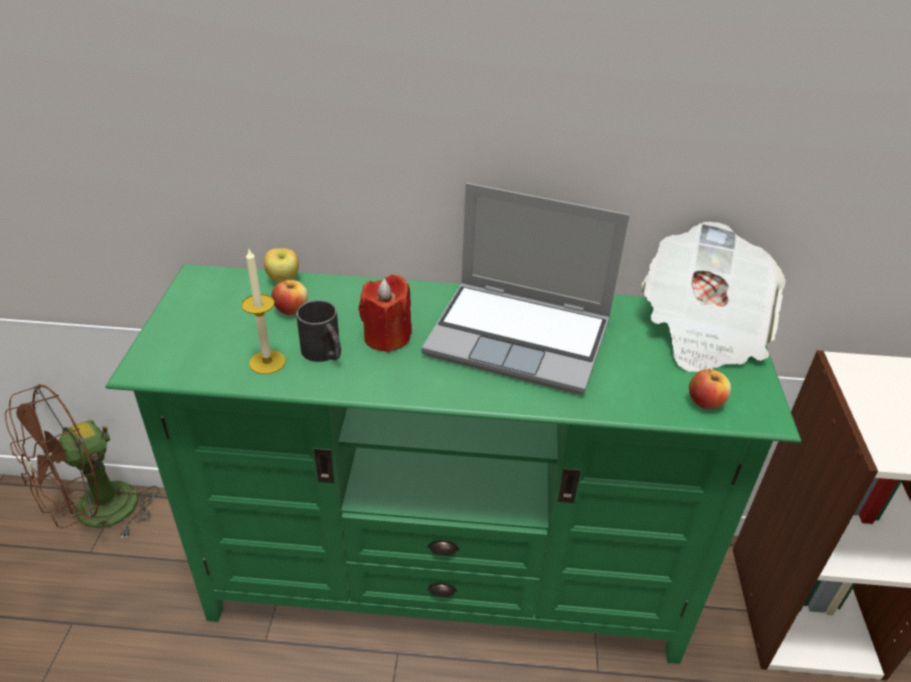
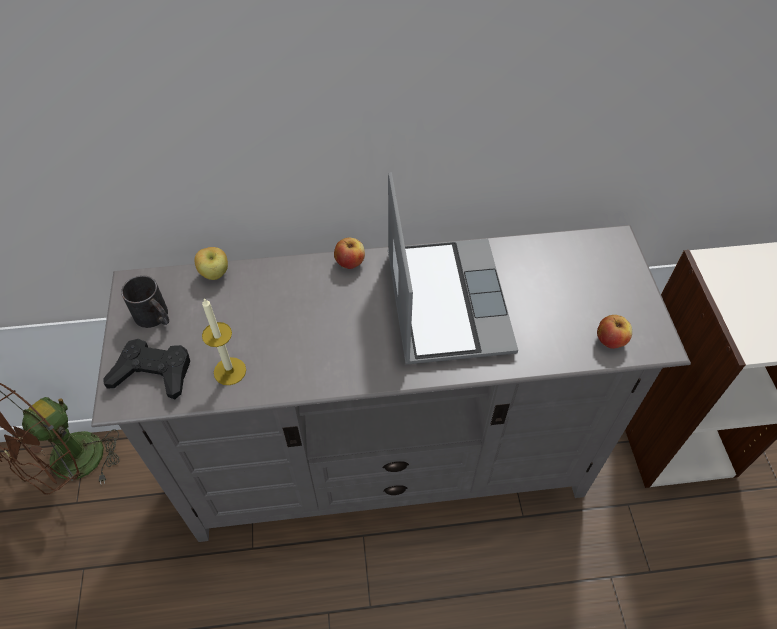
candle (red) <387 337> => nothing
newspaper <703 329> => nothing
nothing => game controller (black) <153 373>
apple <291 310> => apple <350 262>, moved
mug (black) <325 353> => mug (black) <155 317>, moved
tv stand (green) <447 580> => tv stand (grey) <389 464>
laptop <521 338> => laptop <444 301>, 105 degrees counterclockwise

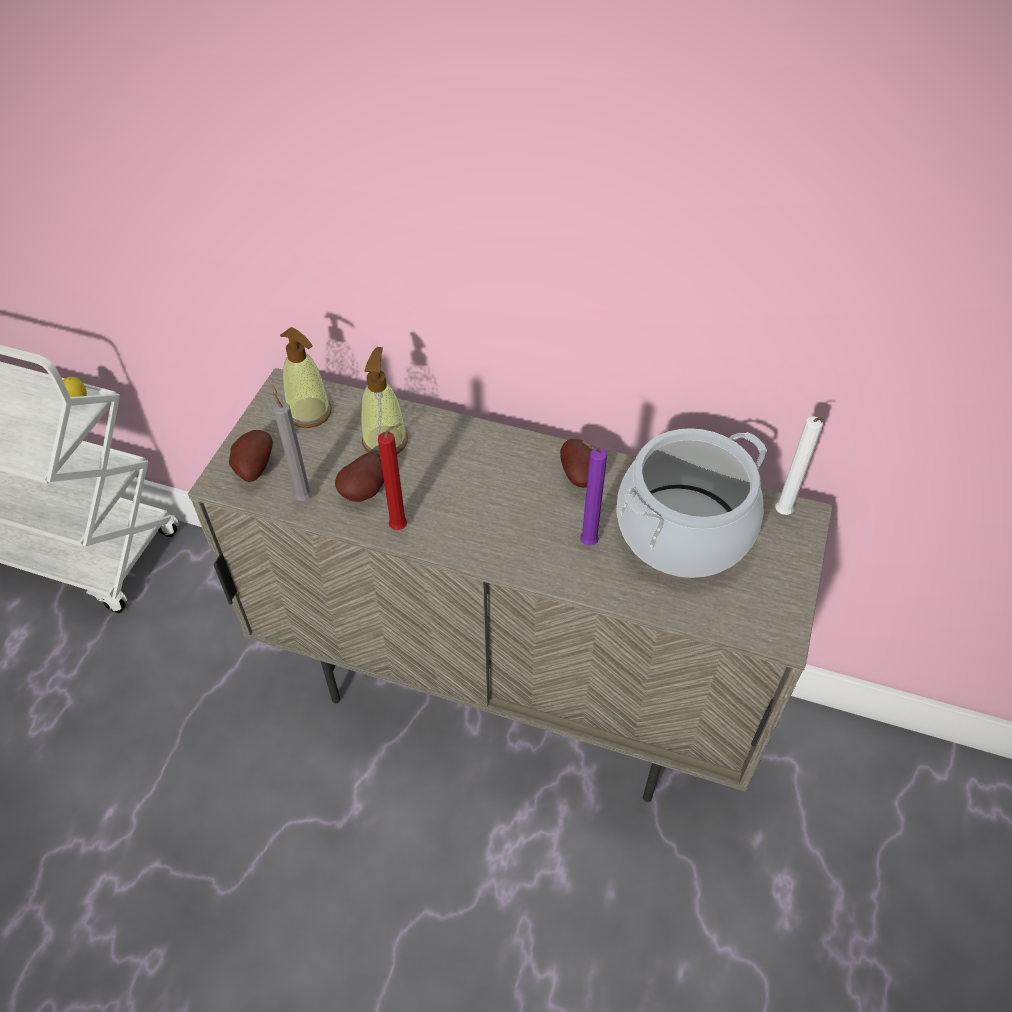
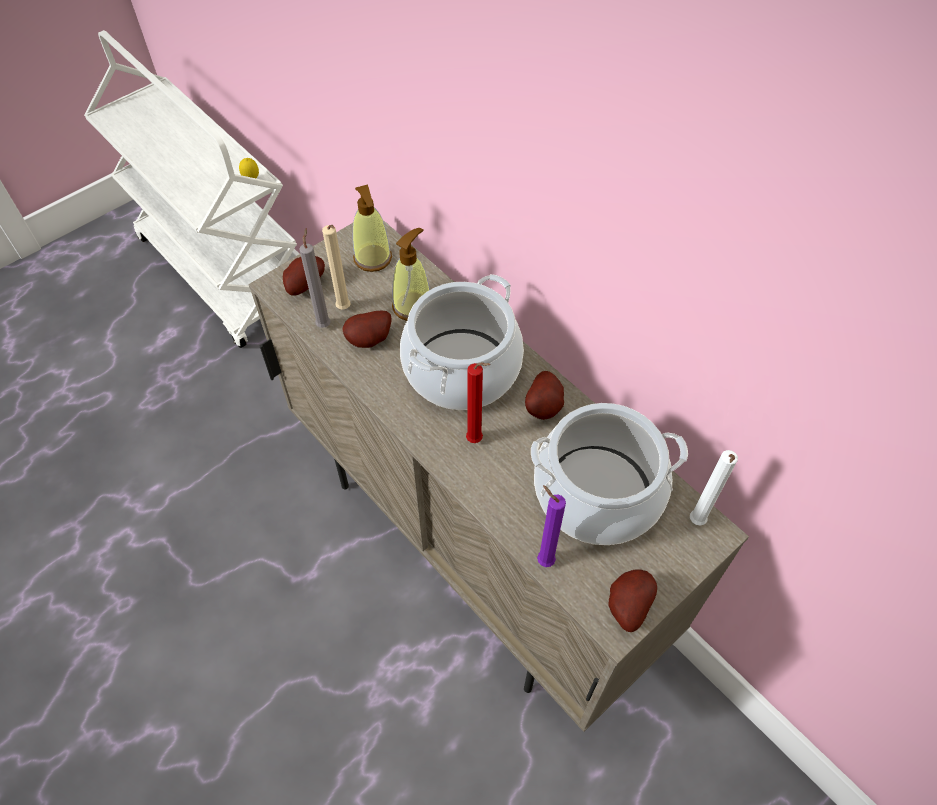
nothing => candle (beige) <344 309>
nothing => cooking pot <461 369>
nothing => potato <626 605>
candle (red) <401 527> => candle (red) <477 440>, moved
candle (purple) <585 542> => candle (purple) <543 559>, moved

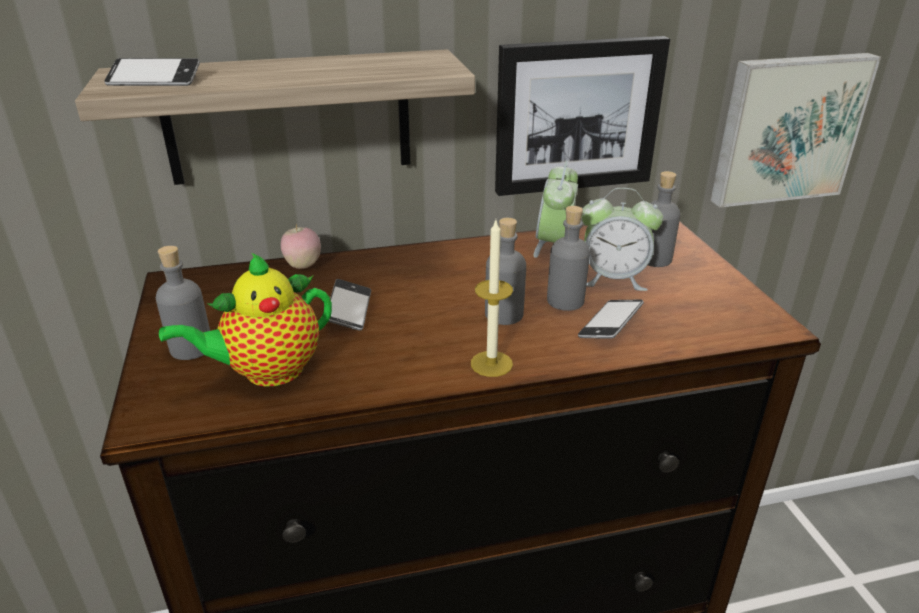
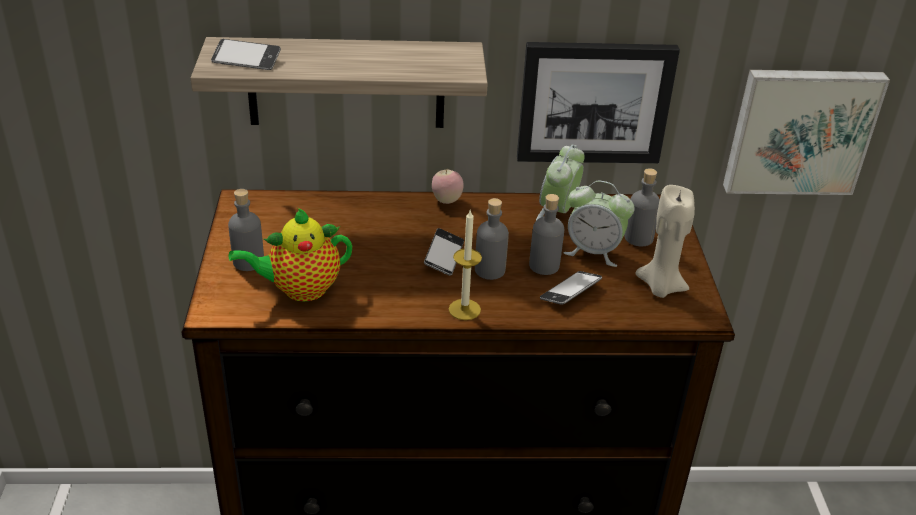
nothing => candle (beige) <660 287>
apple <303 266> => apple <446 201>, moved
phone <349 310> => phone <444 256>, moved

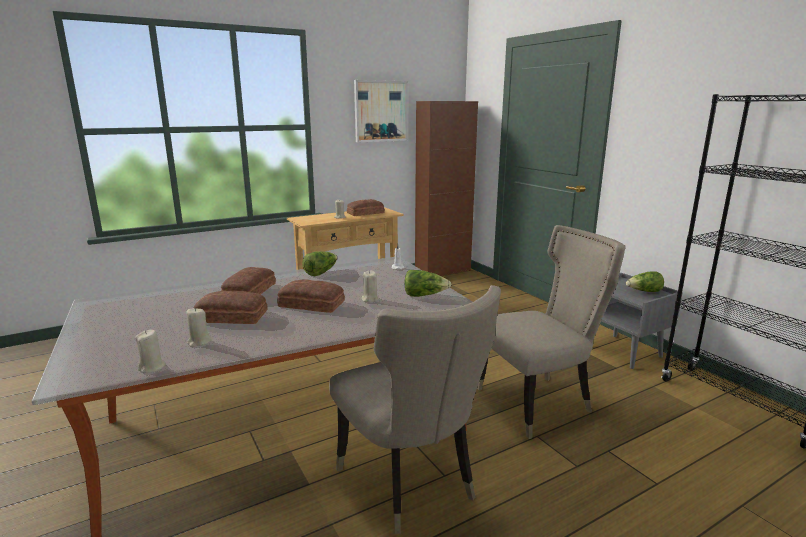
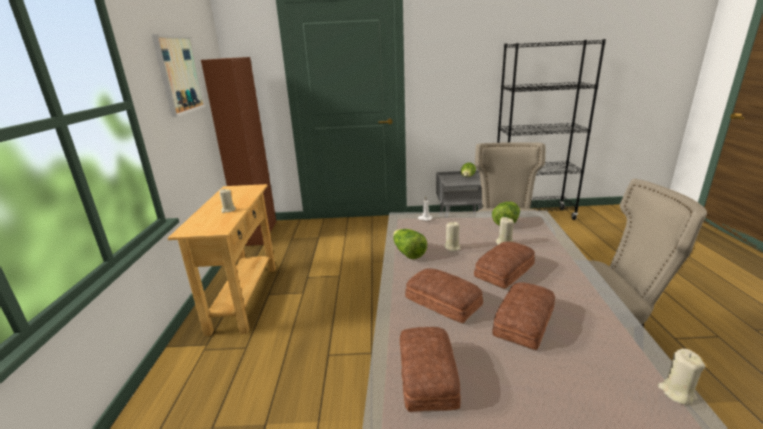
candle (beige) <199 342> => candle (beige) <452 247>, moved
bread <365 213> => bread <425 376>, moved

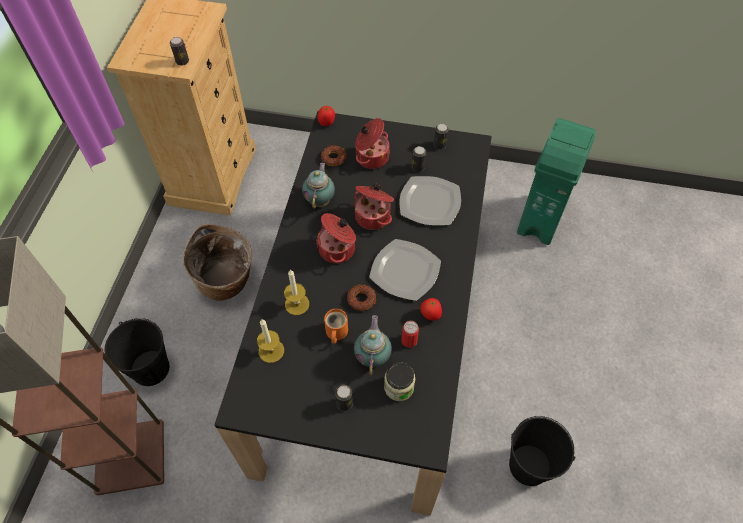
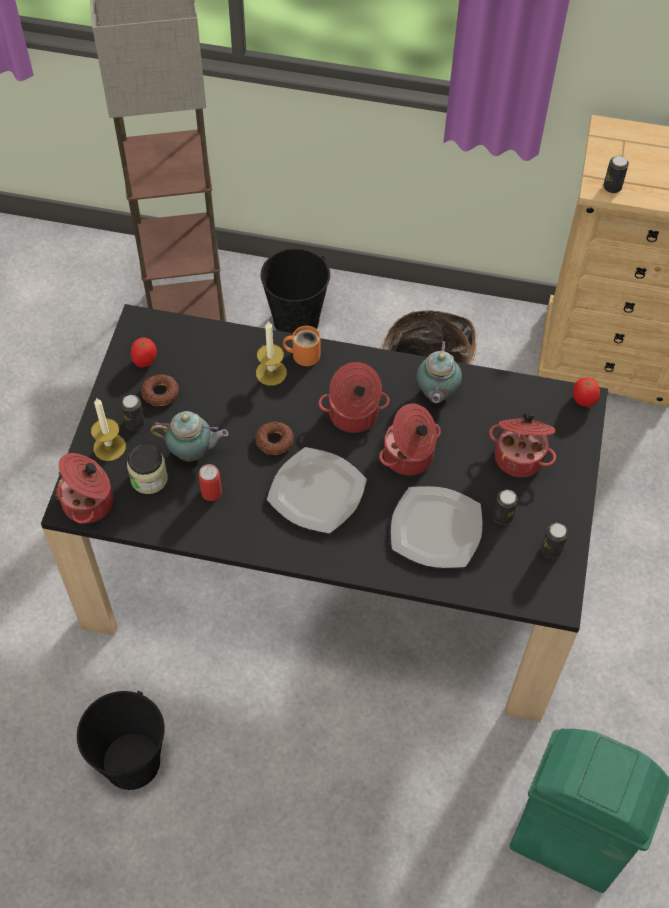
nothing => cooking pot <90 502>
candle <271 351> => candle <109 447>, moved
donut <334 158> => donut <160 393>, moved
mug (orange) <335 332> => mug (orange) <303 354>, moved
tomato <430 315> => tomato <145 361>, moved
teapot <320 200> => teapot <436 394>, 90 degrees clockwise

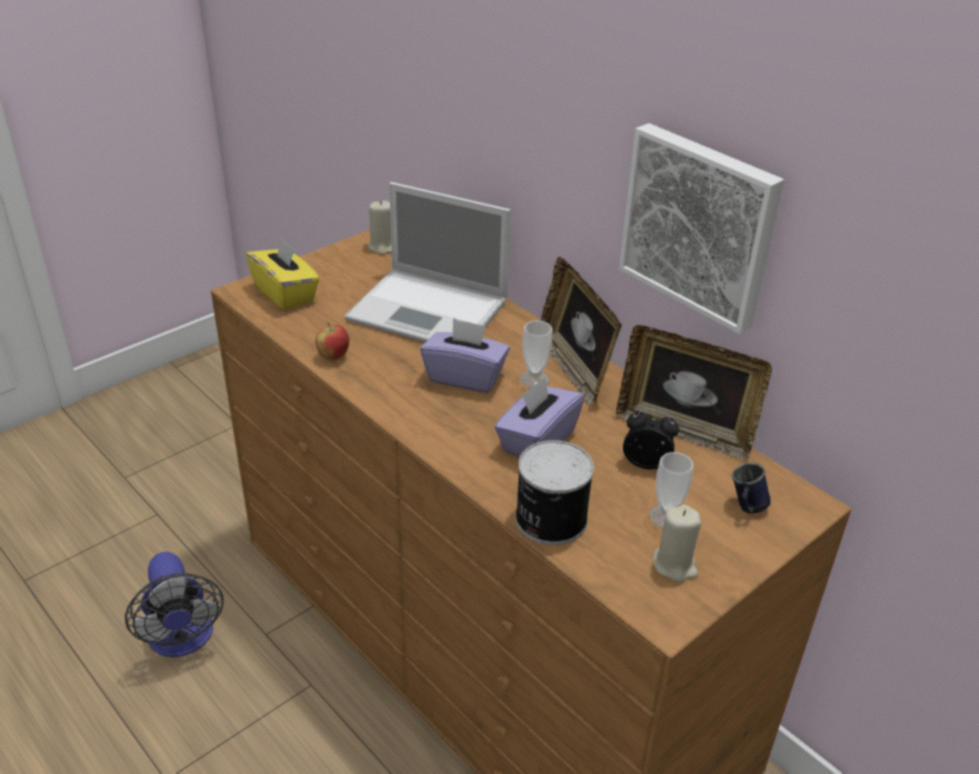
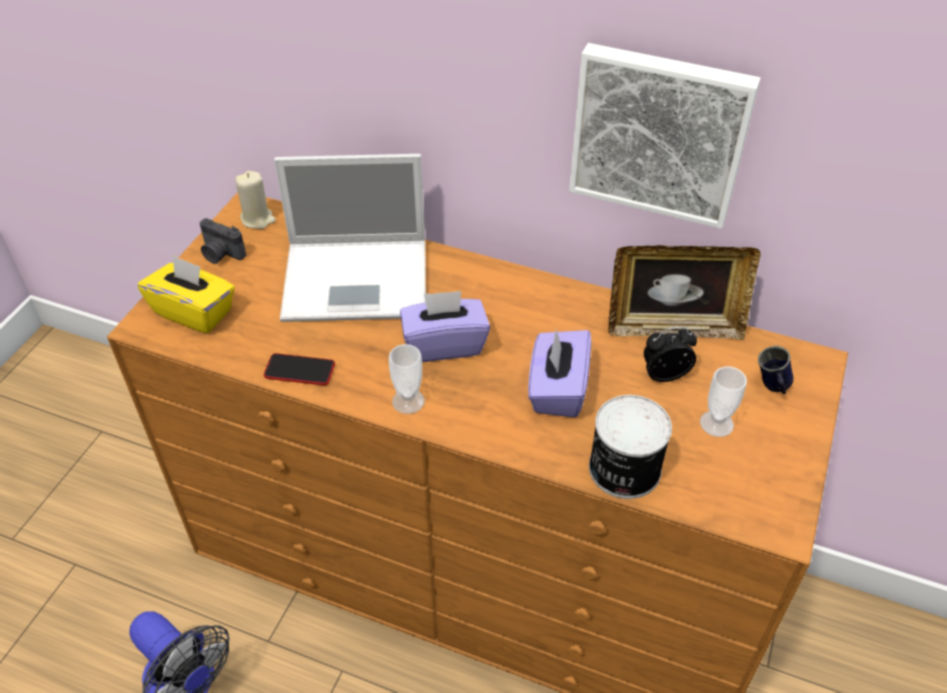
picture frame <574 369> => nothing
candle (beige) <674 565> => nothing
nothing => photo camera <221 254>
cup <534 379> => cup <408 401>, moved
apple <333 357> => phone <299 370>

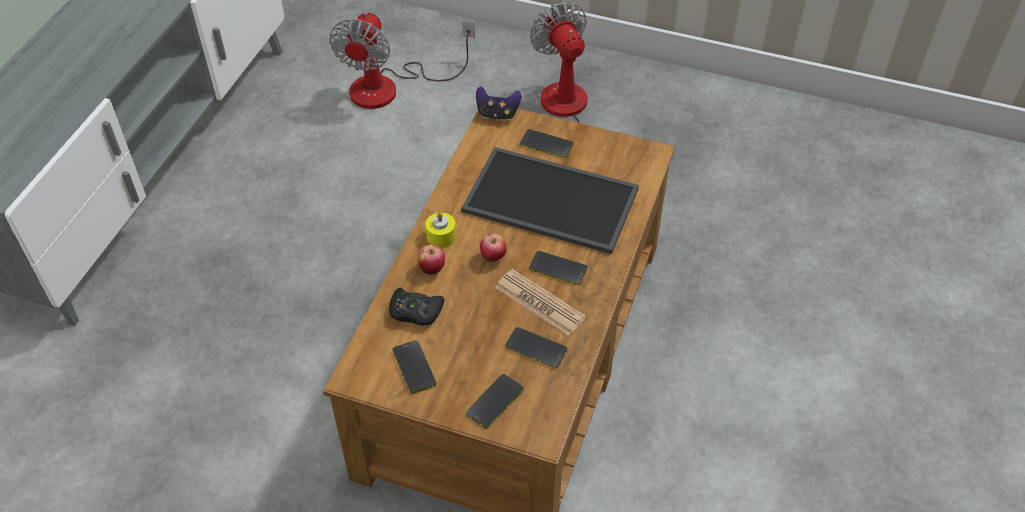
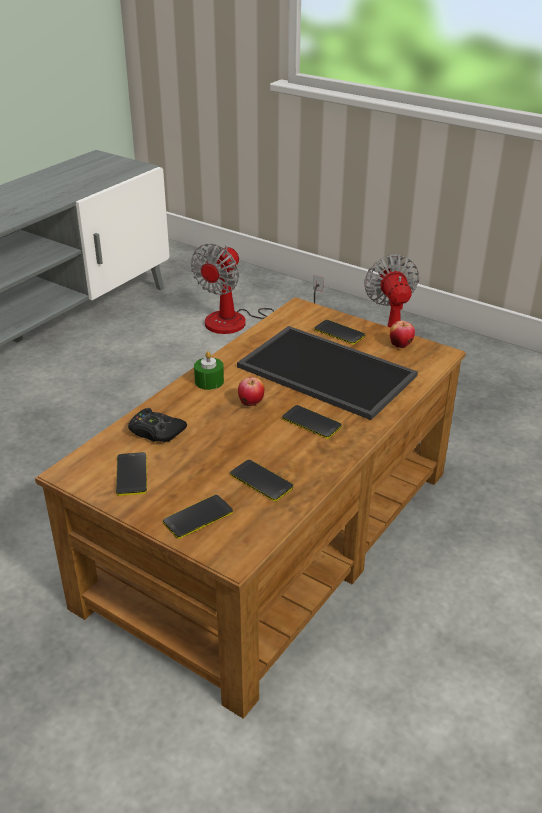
game controller <497 114> => nothing
newspaper <539 303> => nothing
apple <432 269> => apple <400 345>, moved
candle (yellow) <441 236> => candle (green) <209 381>

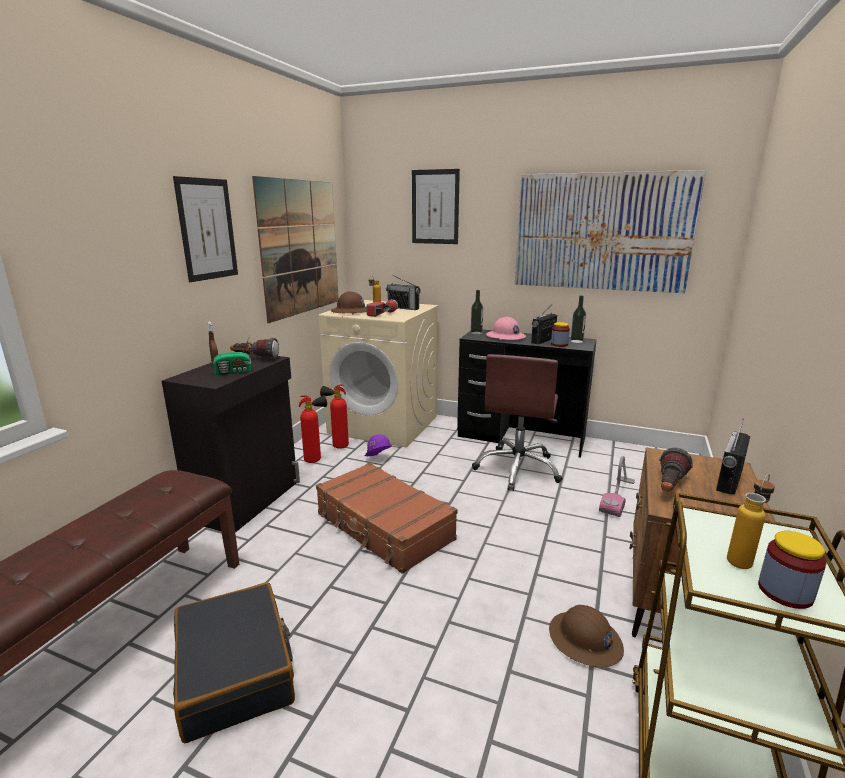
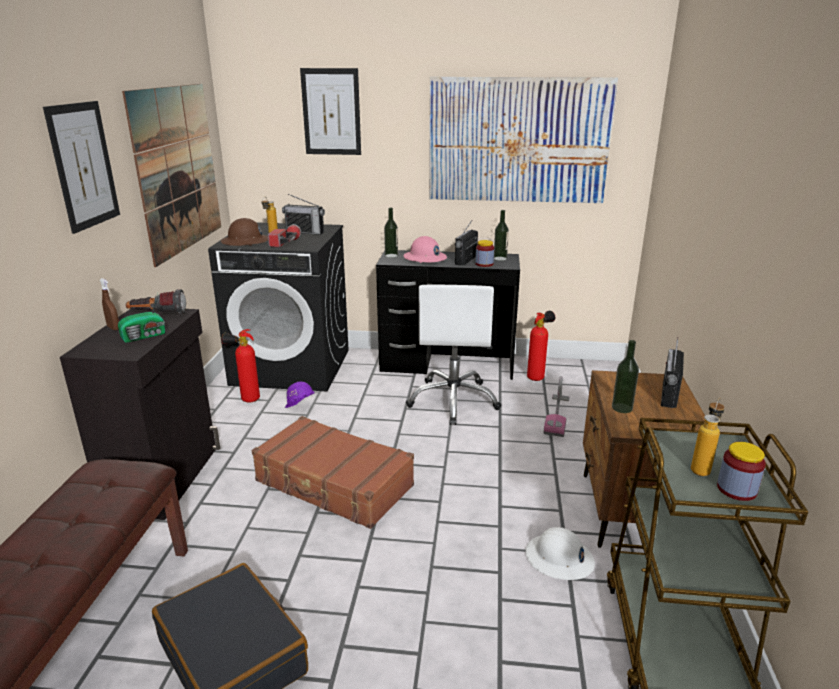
fire extinguisher <316 460> => fire extinguisher <537 377>, moved
flashlight <669 487> => bottle <622 408>
washing machine (beige) <384 424> => washing machine (black) <292 367>
office chair (brown) <518 469> => office chair (white) <454 400>
hard hat (brown) <585 640> => hard hat (white) <559 559>

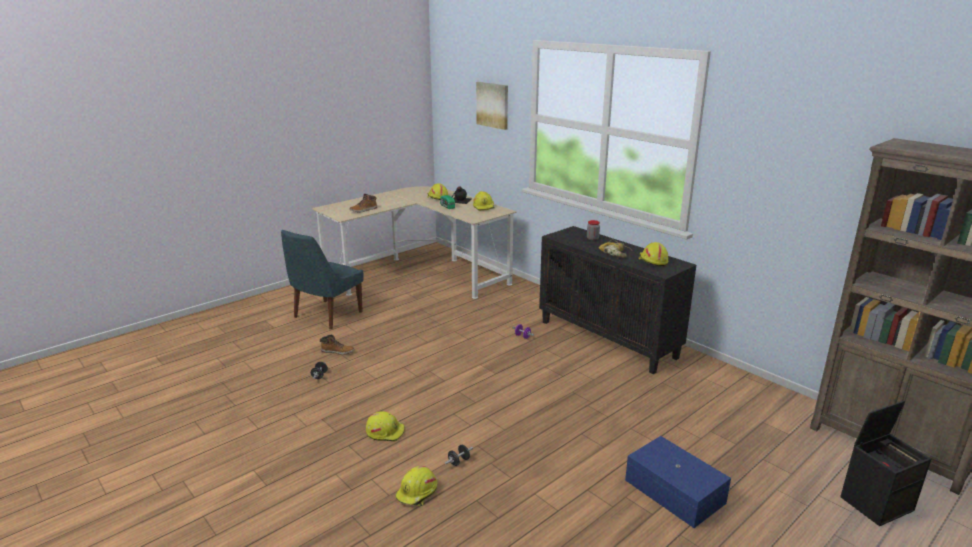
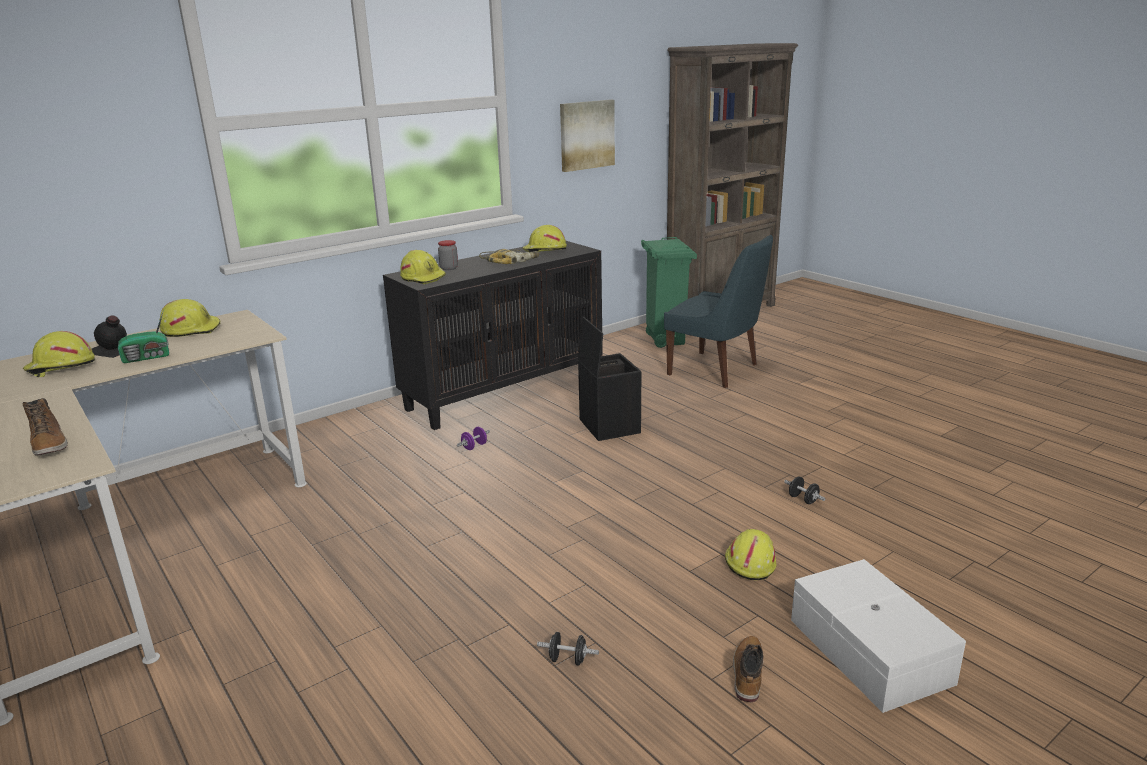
storage box (blue) <674 492> => nothing
nothing => trash can (green) <665 340>
nothing => storage box (white) <868 652>
chair (blue) <326 315> => chair (blue) <716 370>, moved
boot <337 351> => boot <747 673>, moved
hard hat (yellow) <417 493> => hard hat (yellow) <423 278>, moved
picture <493 105> => picture <586 135>, moved
storage box (black) <876 502> => storage box (black) <608 426>, moved

